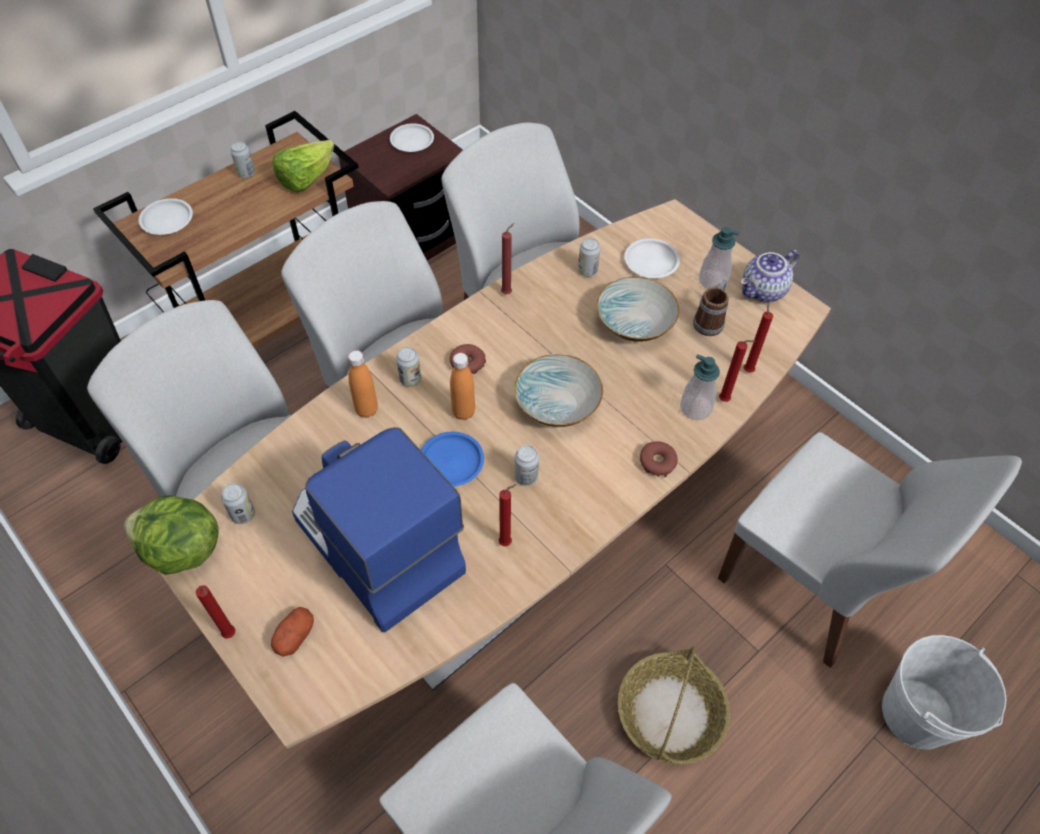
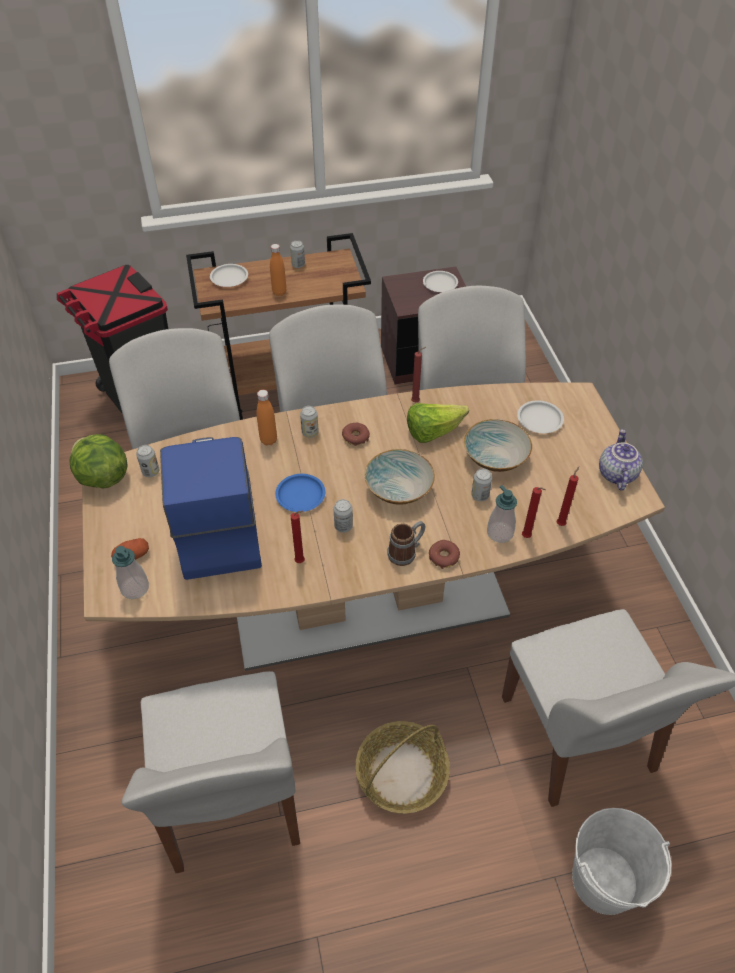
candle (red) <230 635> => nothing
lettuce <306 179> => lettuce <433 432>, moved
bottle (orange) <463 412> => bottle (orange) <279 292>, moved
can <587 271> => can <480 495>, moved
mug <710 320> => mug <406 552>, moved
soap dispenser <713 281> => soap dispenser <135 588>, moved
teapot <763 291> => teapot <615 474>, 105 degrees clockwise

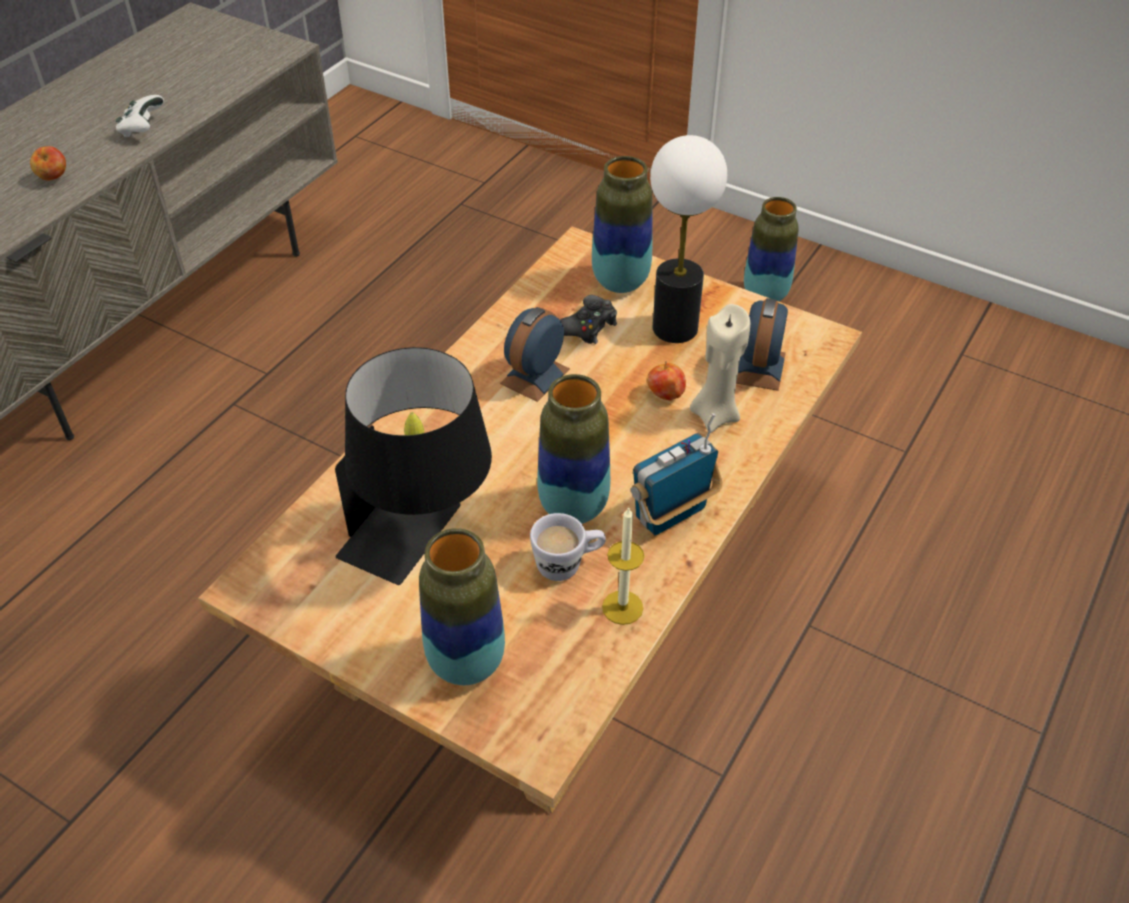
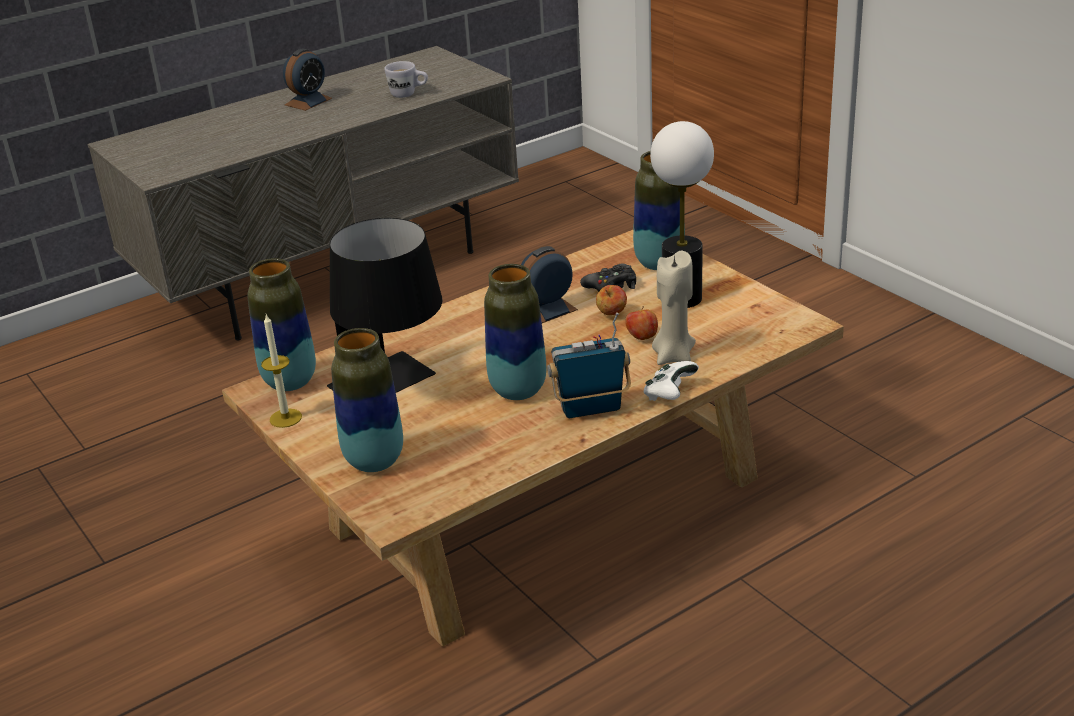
apple <54 178> => apple <612 314>, moved
game controller (white) <142 129> => game controller (white) <669 394>, moved
mug (white) <568 564> => mug (white) <408 94>, moved
candle <622 607> => candle <285 418>, moved
alarm clock <759 367> => alarm clock <308 101>, moved
vase <765 295> => vase <290 382>, moved

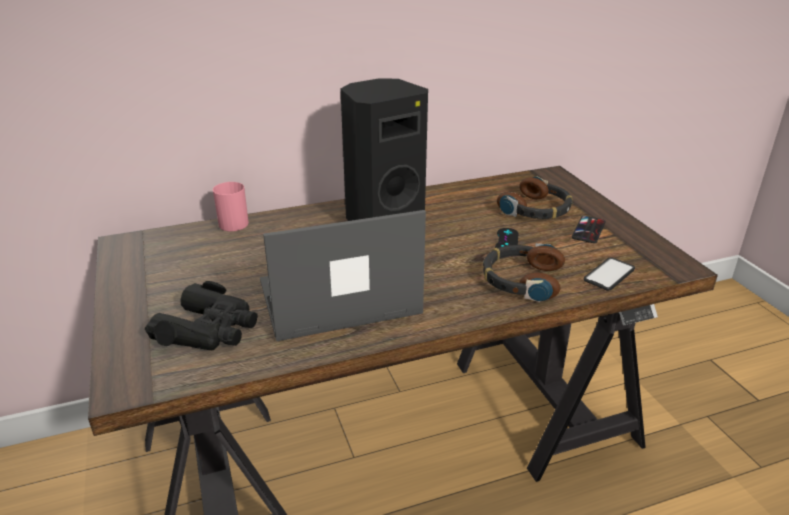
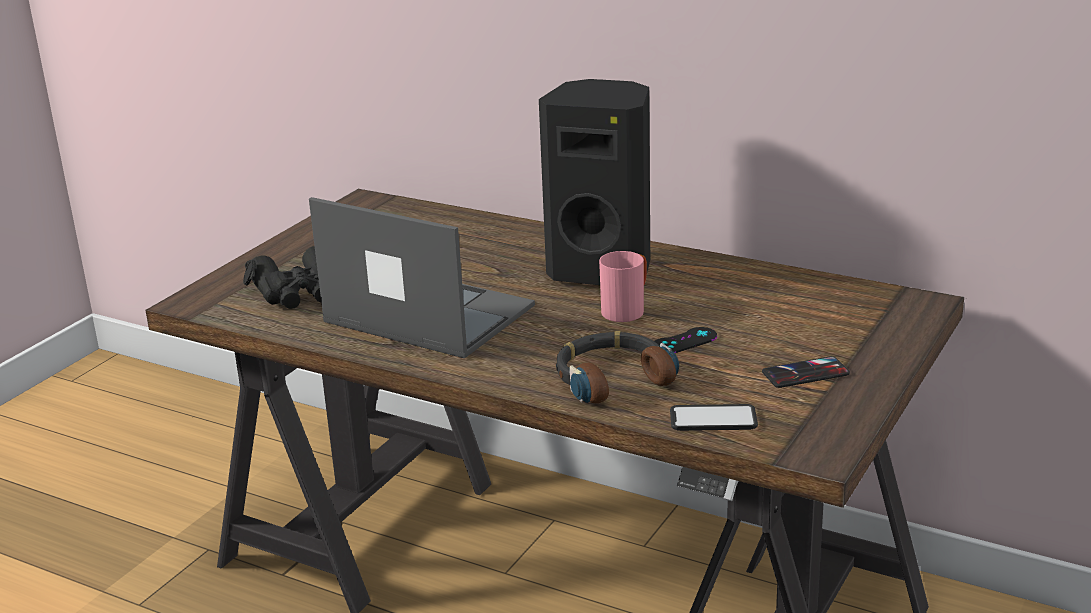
headphones <536 209> => nothing
mug (pink) <233 222> => mug (pink) <627 310>, moved

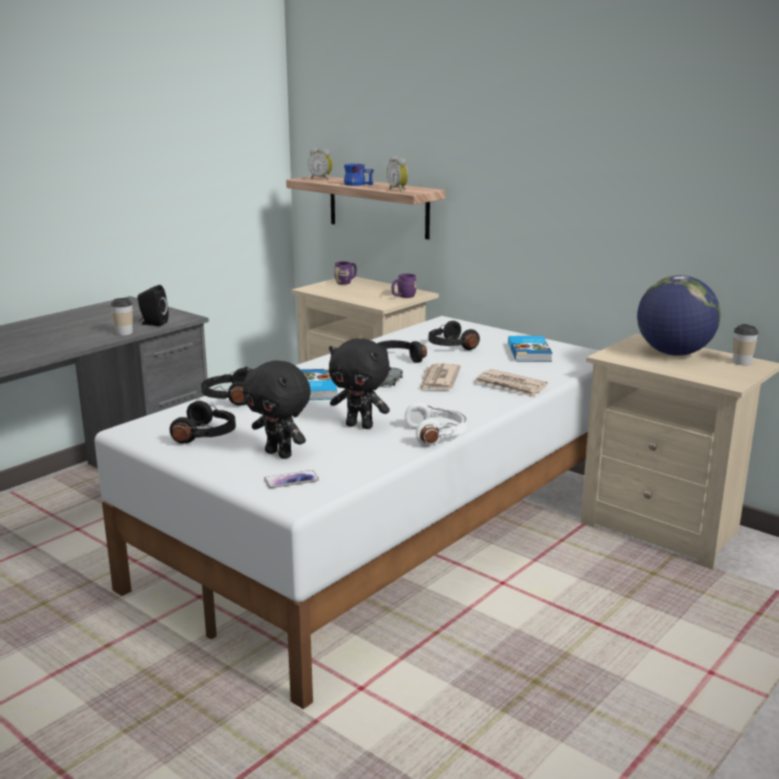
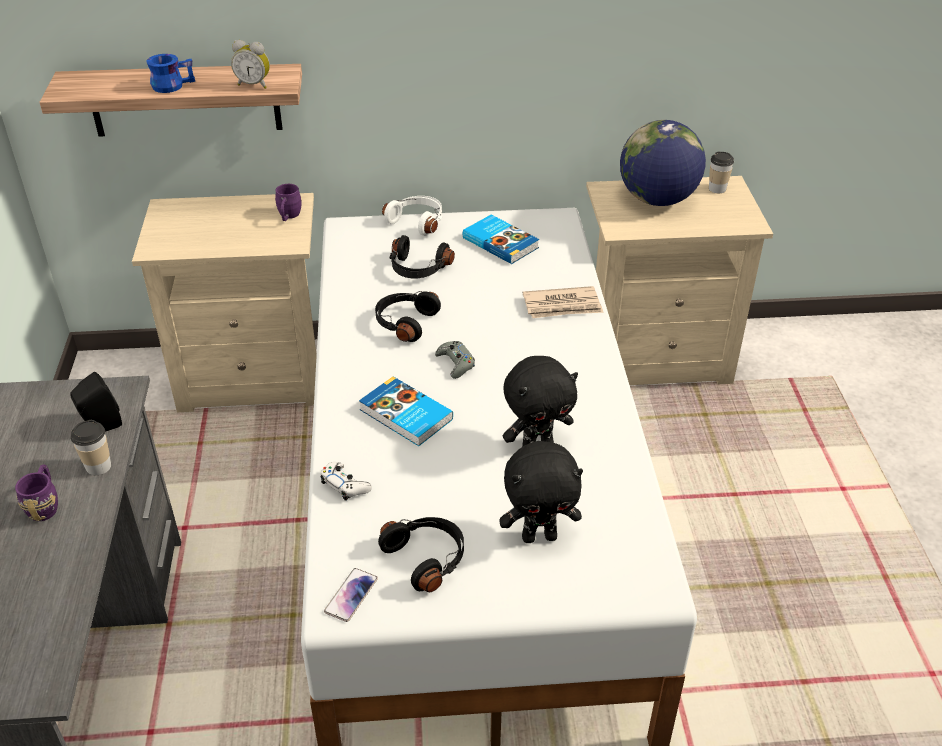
alarm clock <321 179> => nothing
newspaper <438 380> => nothing
phone <291 480> => phone <351 595>, moved
mug (purple) <346 282> => mug (purple) <45 504>, moved
headphones (white) <437 434> => headphones (white) <418 221>, moved
headphones (black) <228 397> => game controller (white) <345 485>

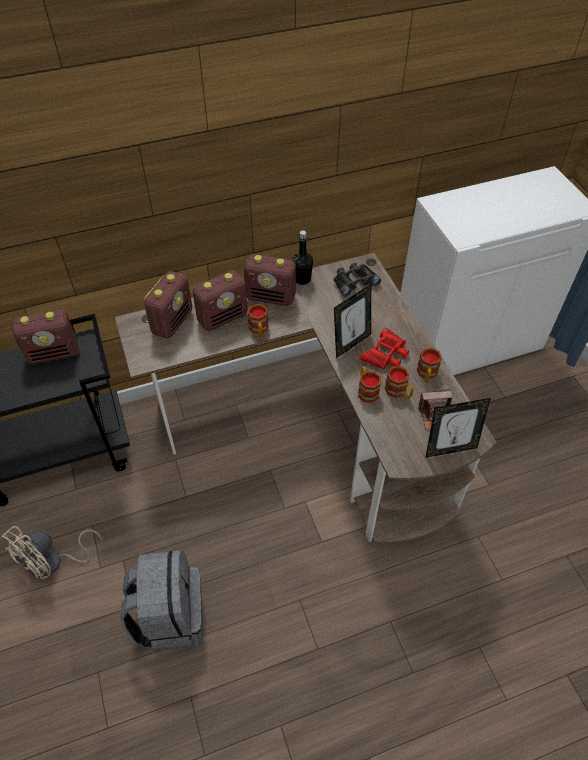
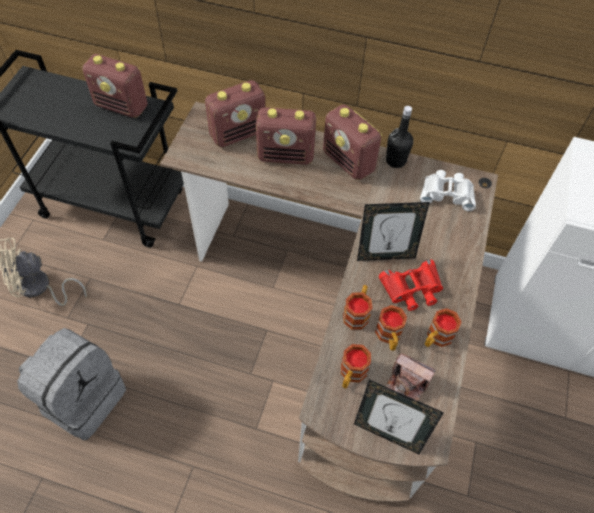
mug <259 330> => mug <351 375>, moved
binoculars (black) <354 281> => binoculars (white) <447 193>

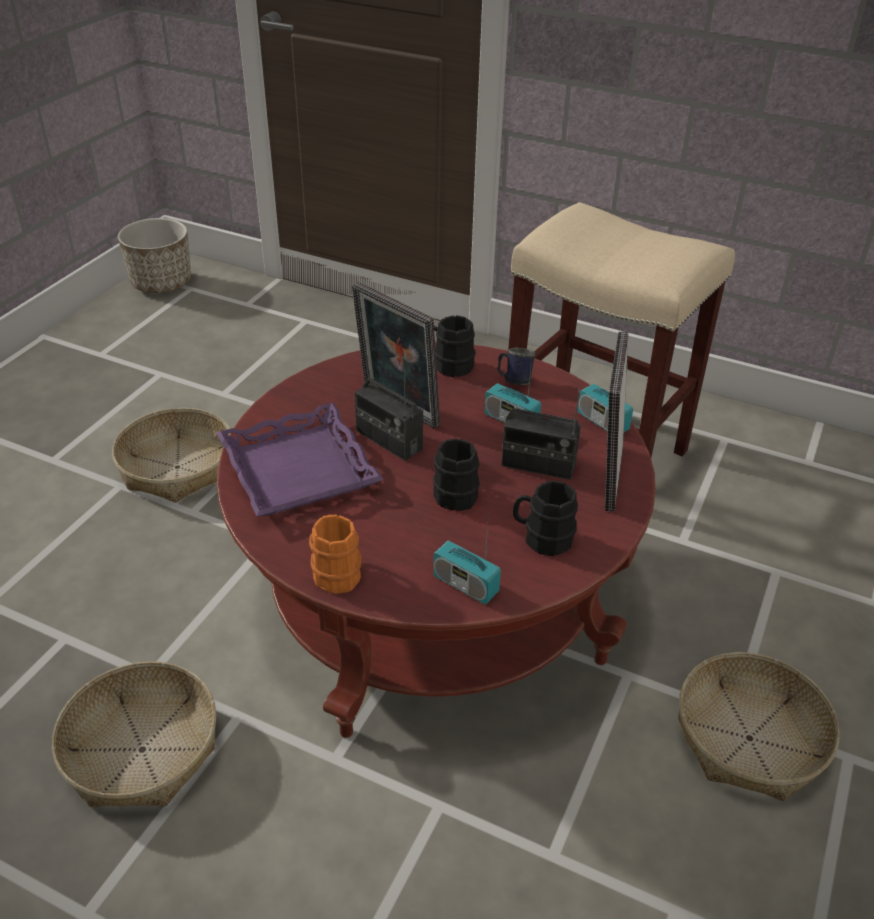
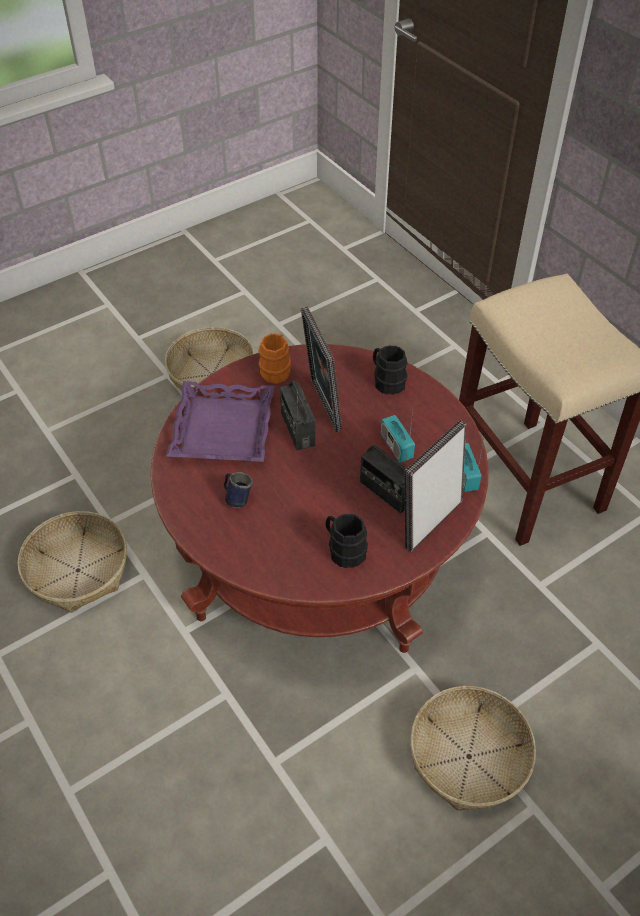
planter <162 283> => nothing
mug (black) <453 492> => nothing
radio <465 585> => nothing
mug (orange) <336 570> => mug (orange) <276 369>, moved
mug (blue) <514 381> => mug (blue) <237 498>, moved

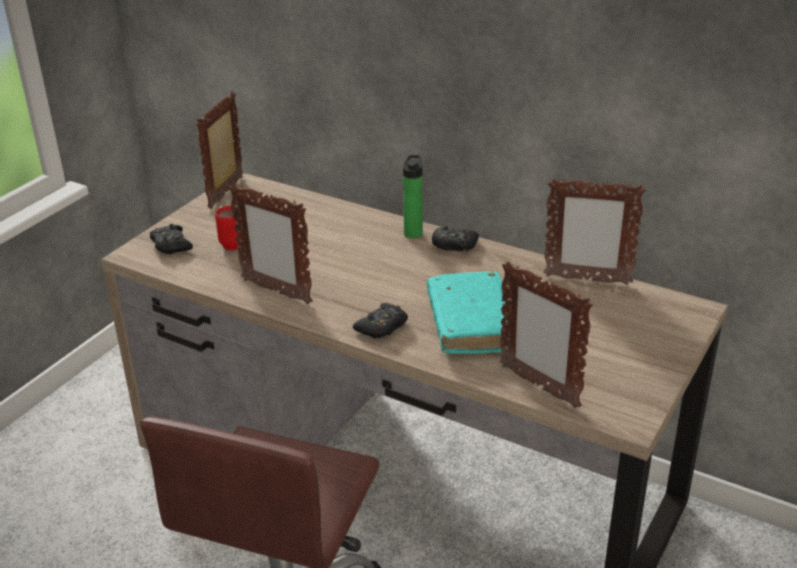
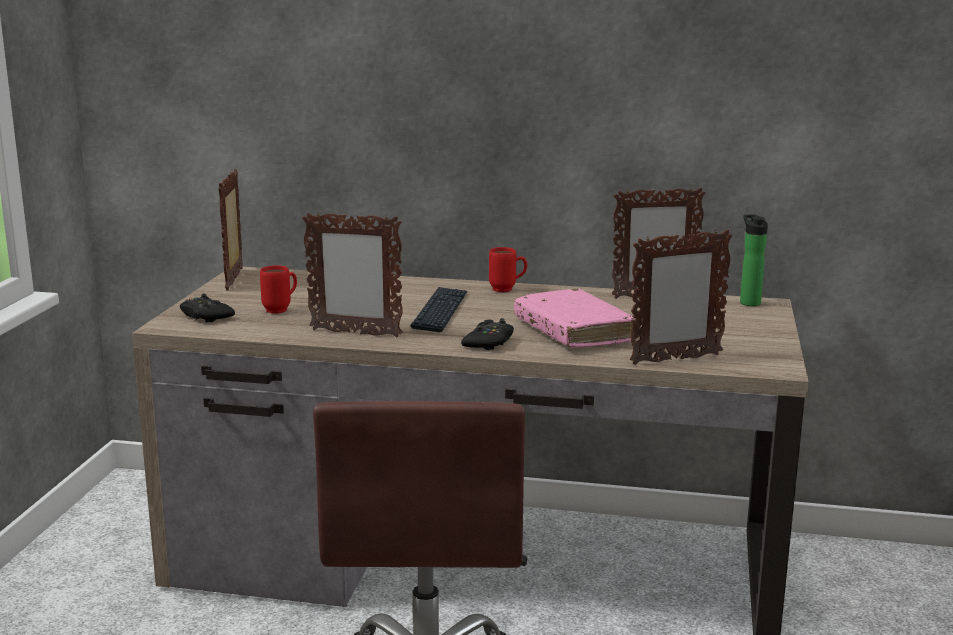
nothing => keyboard <440 311>
bottle <413 232> => bottle <748 302>, moved
game controller (black) <454 245> => mug (red) <508 289>
book (turquoise) <471 323> => book (pink) <573 331>
picture frame <538 386> => picture frame <675 359>, 45 degrees counterclockwise

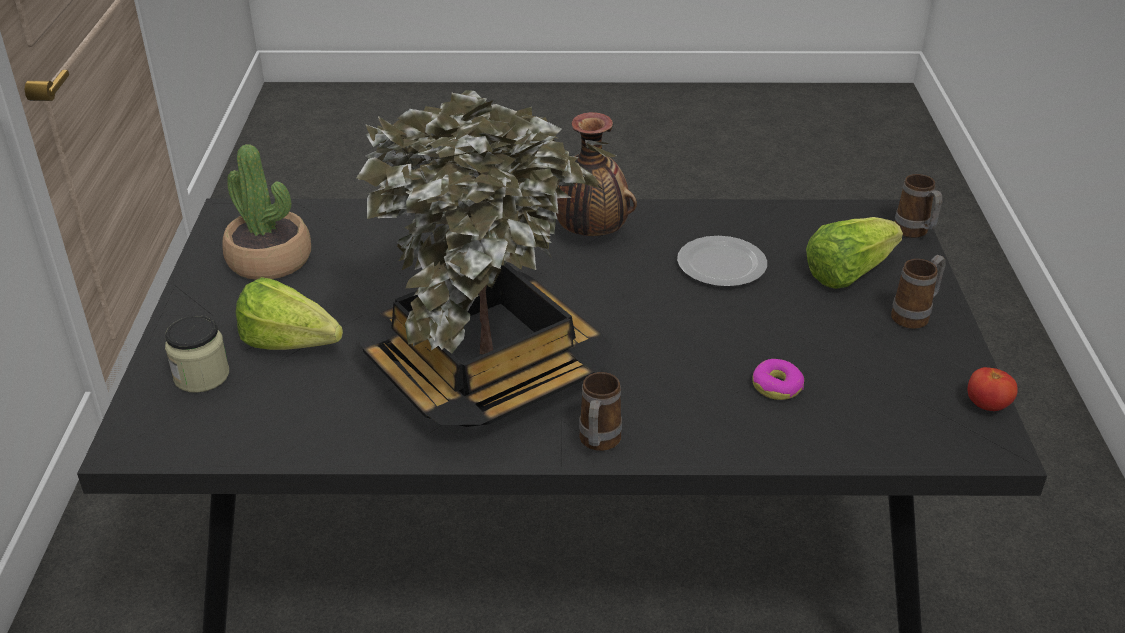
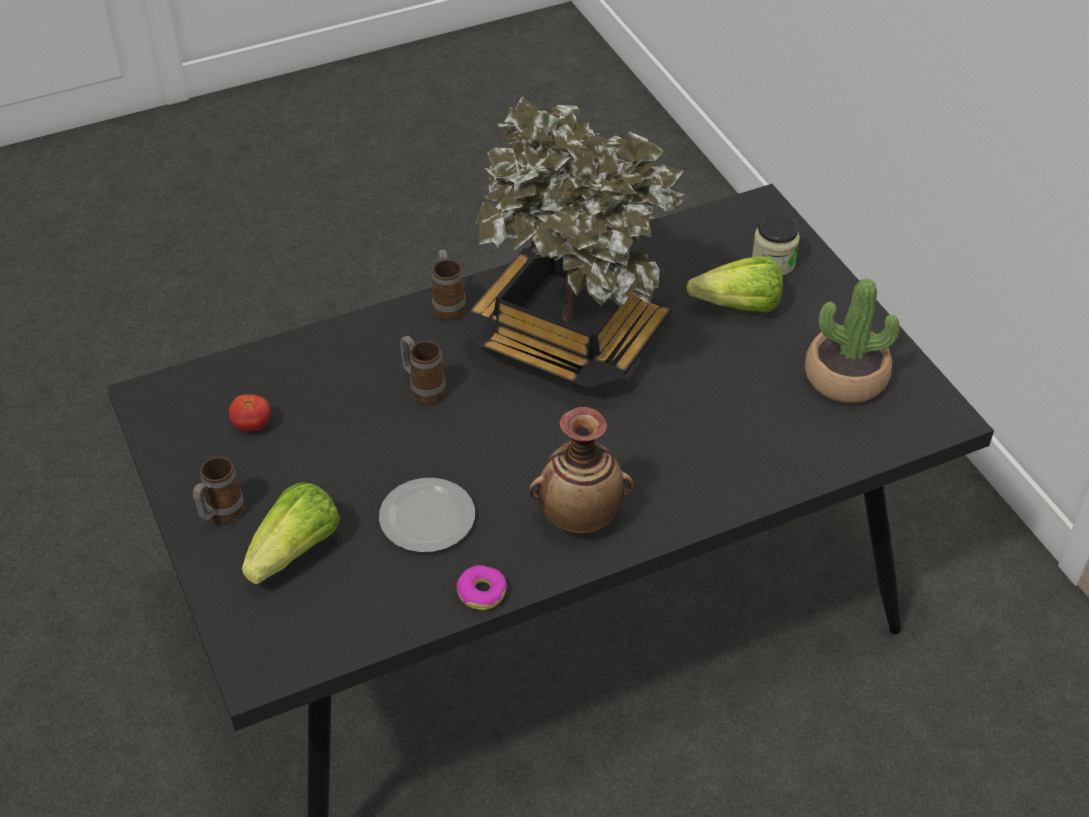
donut <777 386> => donut <482 592>, moved
mug <914 233> => mug <423 388>, moved
tomato <987 406> => tomato <252 425>, moved

